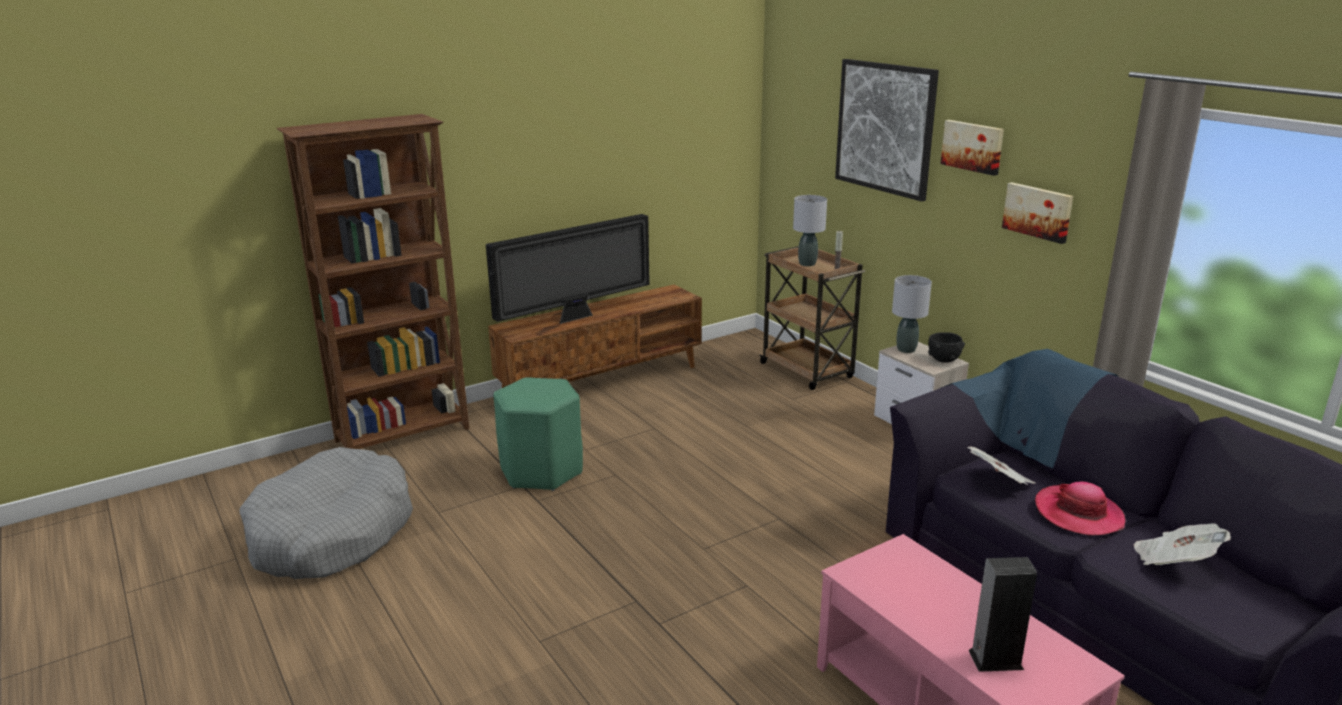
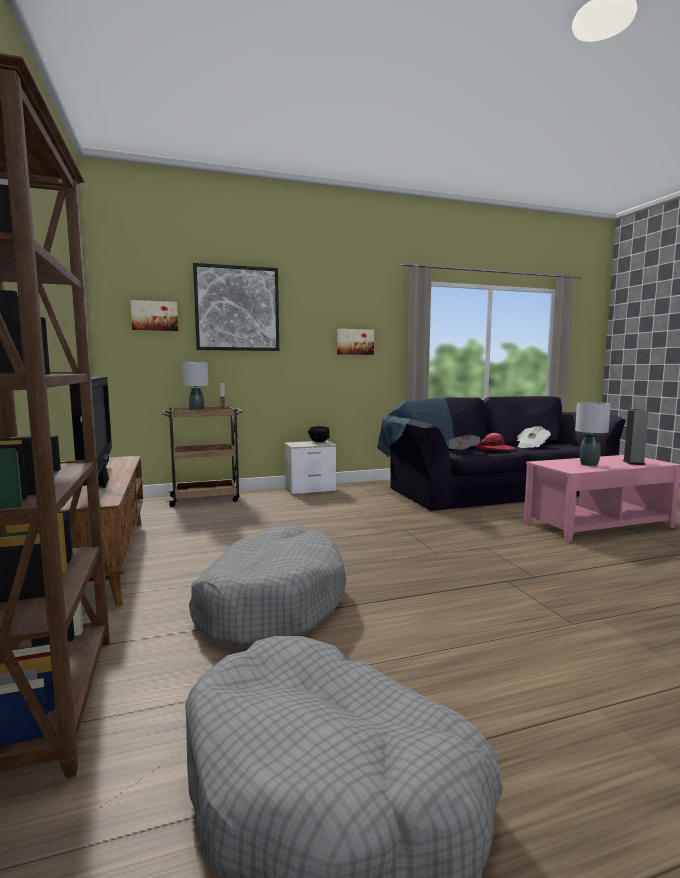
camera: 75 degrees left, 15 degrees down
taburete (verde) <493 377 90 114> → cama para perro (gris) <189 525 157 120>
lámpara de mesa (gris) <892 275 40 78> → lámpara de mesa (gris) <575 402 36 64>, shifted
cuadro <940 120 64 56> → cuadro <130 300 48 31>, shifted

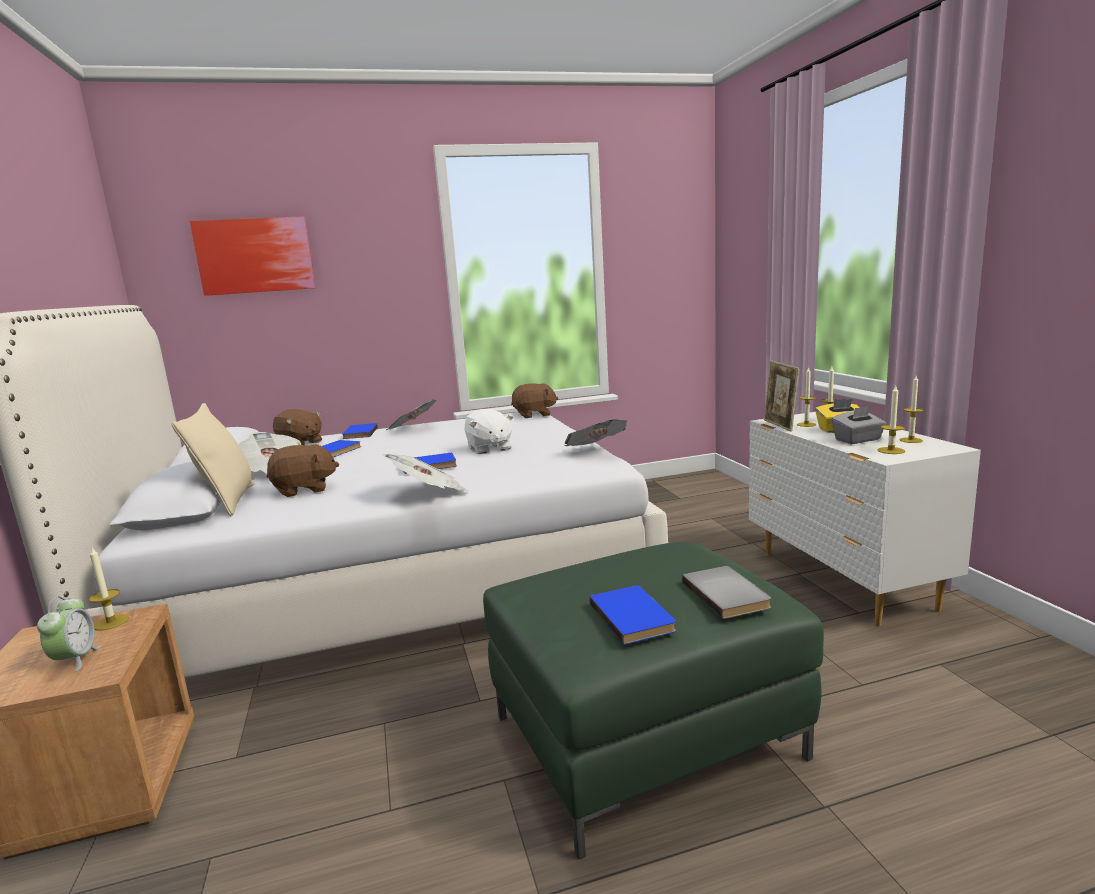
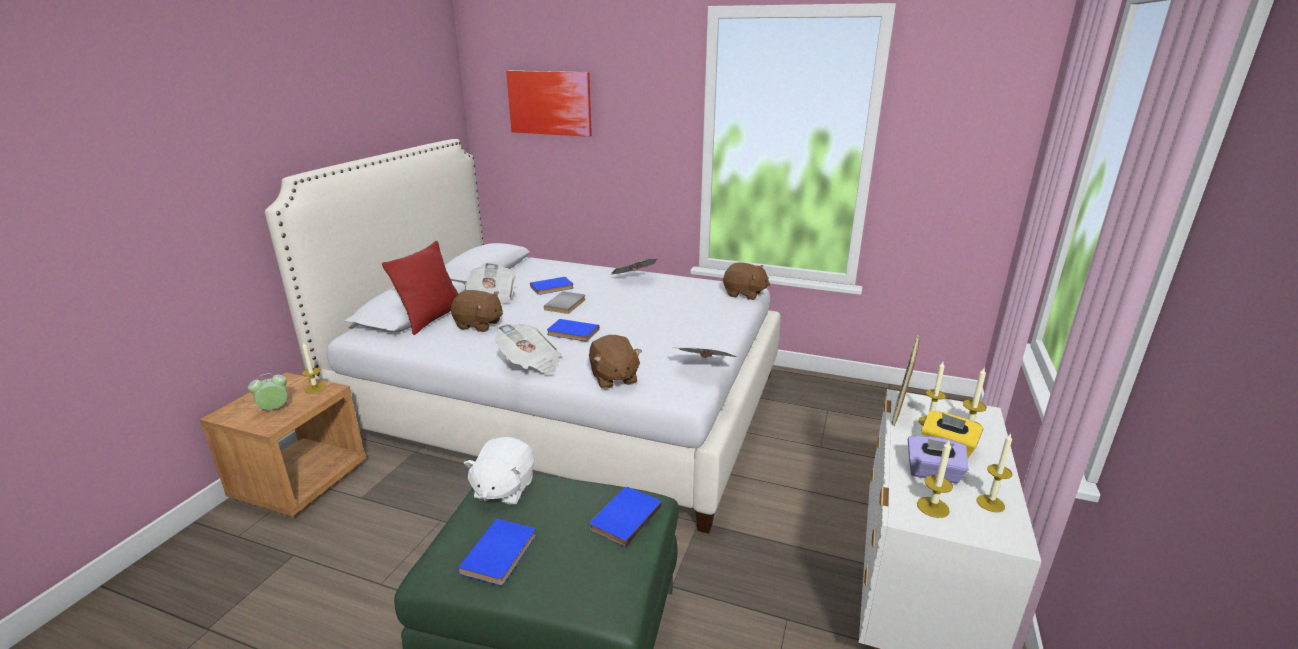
camera: 35 degrees right, 10 degrees up
despertador <37 596 64 75> → despertador <248 373 42 37>, 150 degrees counterclockwise
cojín (beis) <171 403 84 114> → cojín (rojo) <382 241 77 94>
peluche (marrón) <273 409 49 36> → peluche (marrón) <589 335 53 54>, shifted
libro (azul) <342 423 36 16> → libro (azul) <590 487 72 60>, shifted
peluche (blanco) <464 409 49 45> → peluche (blanco) <464 437 71 67>, shifted
libro (gris) <682 566 89 53> → libro (gris) <544 292 42 22>, shifted
caja de pañuelos (gris) <832 406 55 38> → caja de pañuelos (morado) <908 435 60 48>

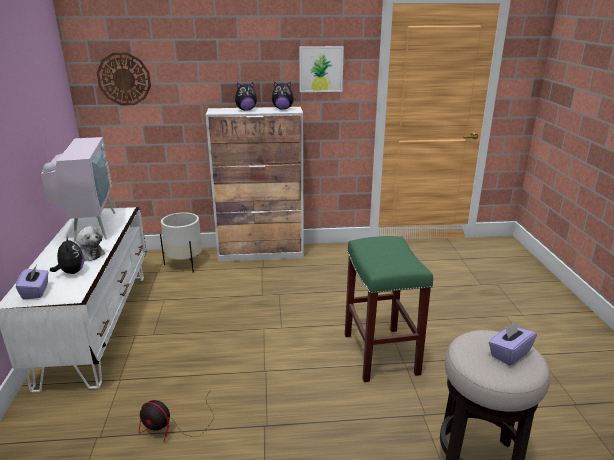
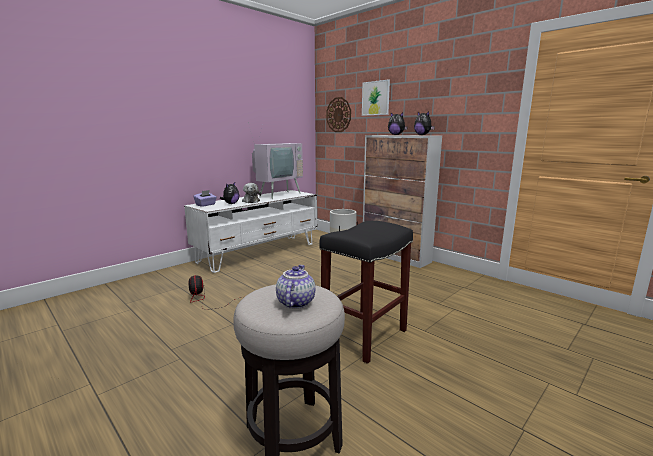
camera: 50 degrees right, 10 degrees down
cuadro <299 46 45 46> → cuadro <362 79 28 37>, shifted
taburete (verde) <345 236 88 146> → taburete (negro) <320 221 93 143>
caja de pañuelos (morado) <489 321 48 45> → tetera <276 265 39 44>

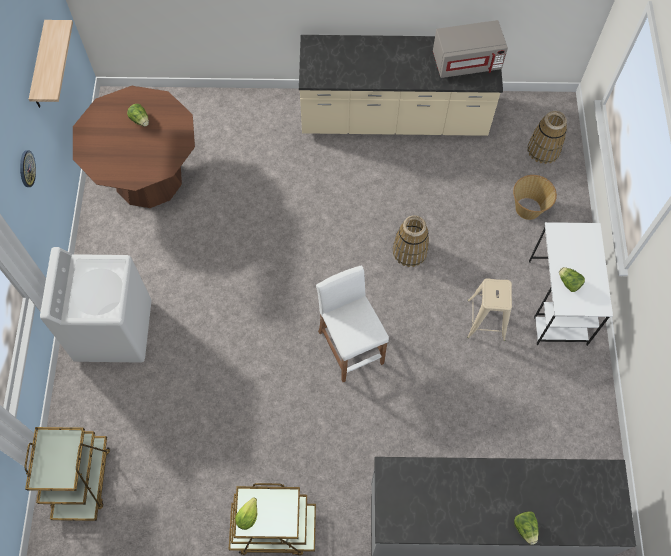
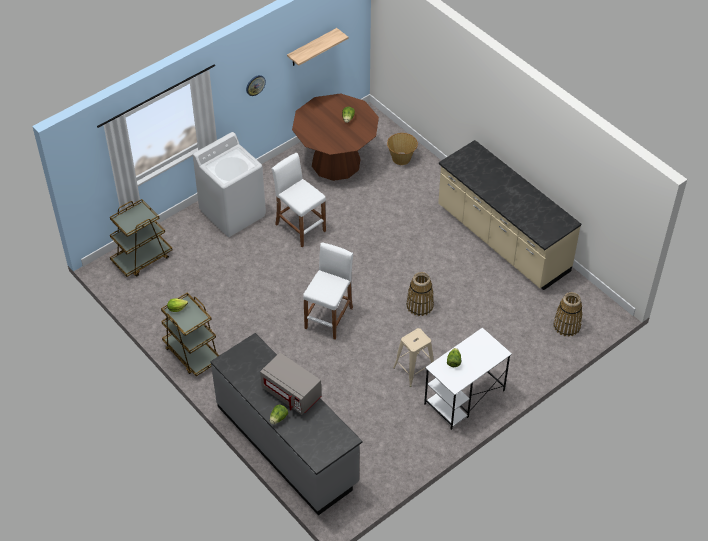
camera: 50 degrees right, 15 degrees down
microondas (gris) <433 20 75 58> → microondas (gris) <260 353 62 62>, shifted
cesta <513 175 44 45> → cesta <387 133 31 32>, shifted
- → taburete (blanco) <272 153 54 94>

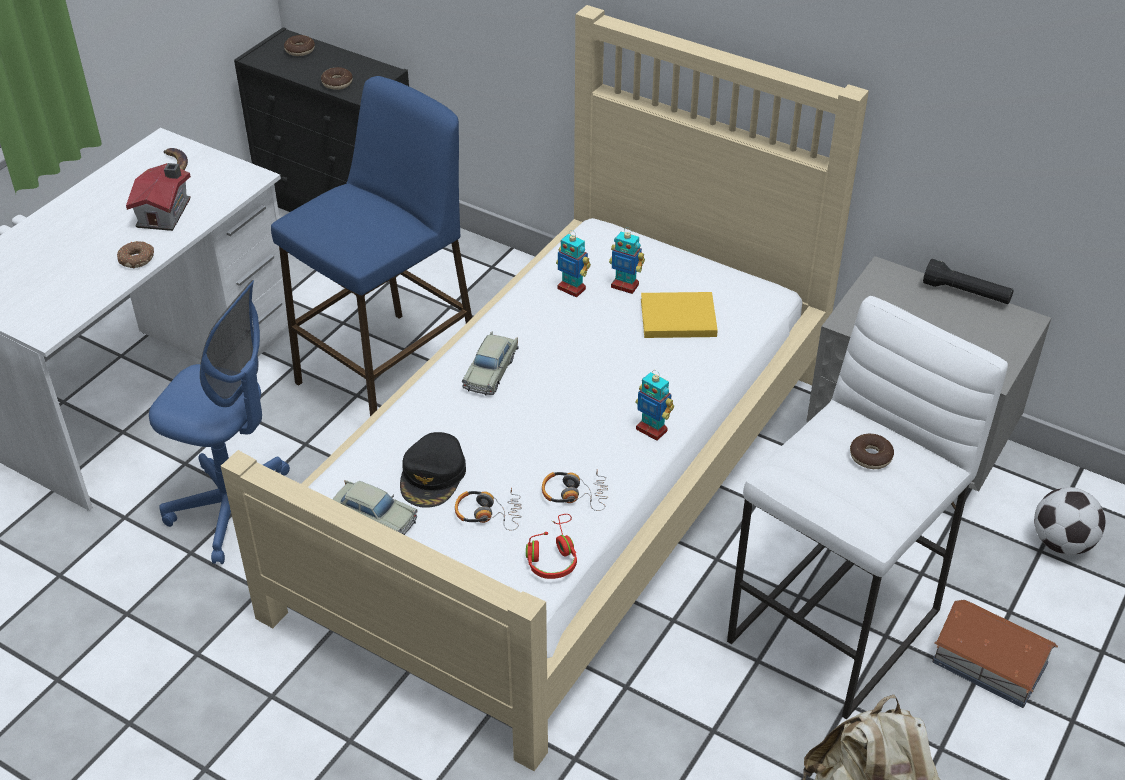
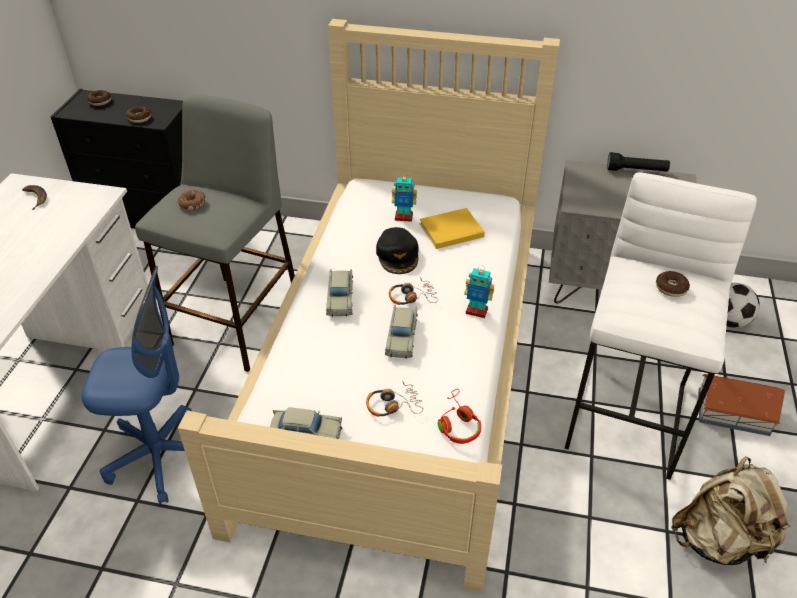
camera: 20 degrees left, 0 degrees up
rosquilla <117 241 37 27> → rosquilla <178 190 28 20>, shifted
casita <126 163 65 68> → -
taburete (azul) <271 76 201 341> → taburete (gris) <135 95 160 277>
gorra (negro) <400 432 66 76> → gorra (negro) <376 227 42 47>, shifted
auriculares <542 469 66 42> → auriculares <389 277 49 28>, shifted
robot de juguete <556 230 35 68> → -
- → coche de juguete (beis) <385 305 33 54>

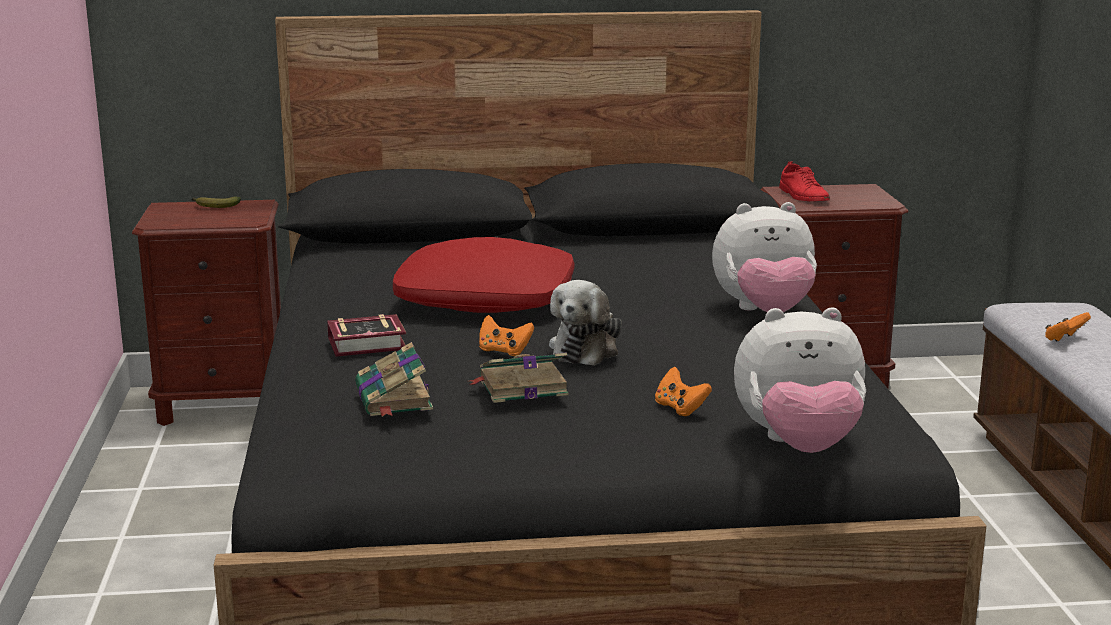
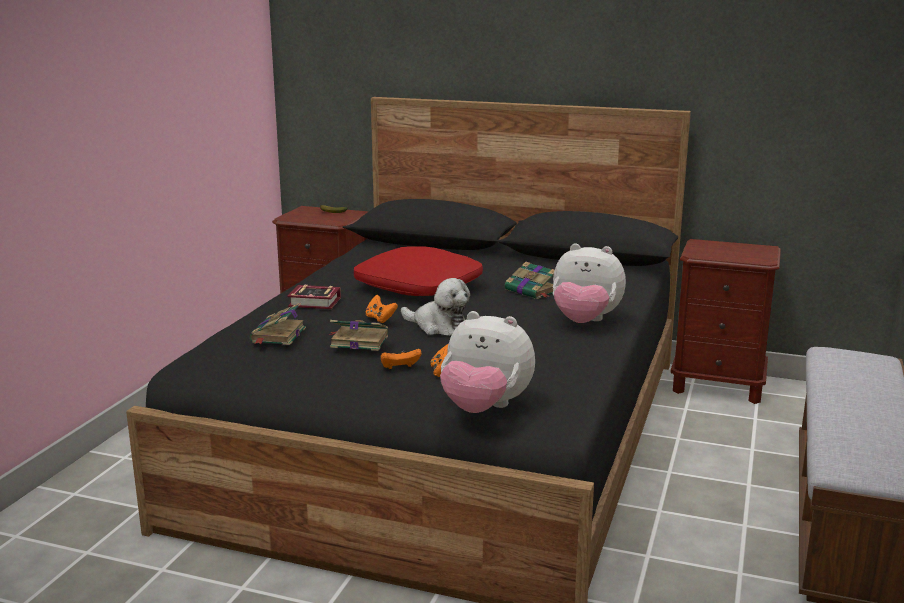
camera: 25 degrees right, 0 degrees up
peluche <549 280 73 86> → peluche <401 278 69 57>, 105 degrees counterclockwise
zapato (rojo) <779 161 51 40> → -
mando de consola (naranja) <1045 312 46 30> → mando de consola (naranja) <381 349 40 20>, shifted
- → libro <505 262 50 37>

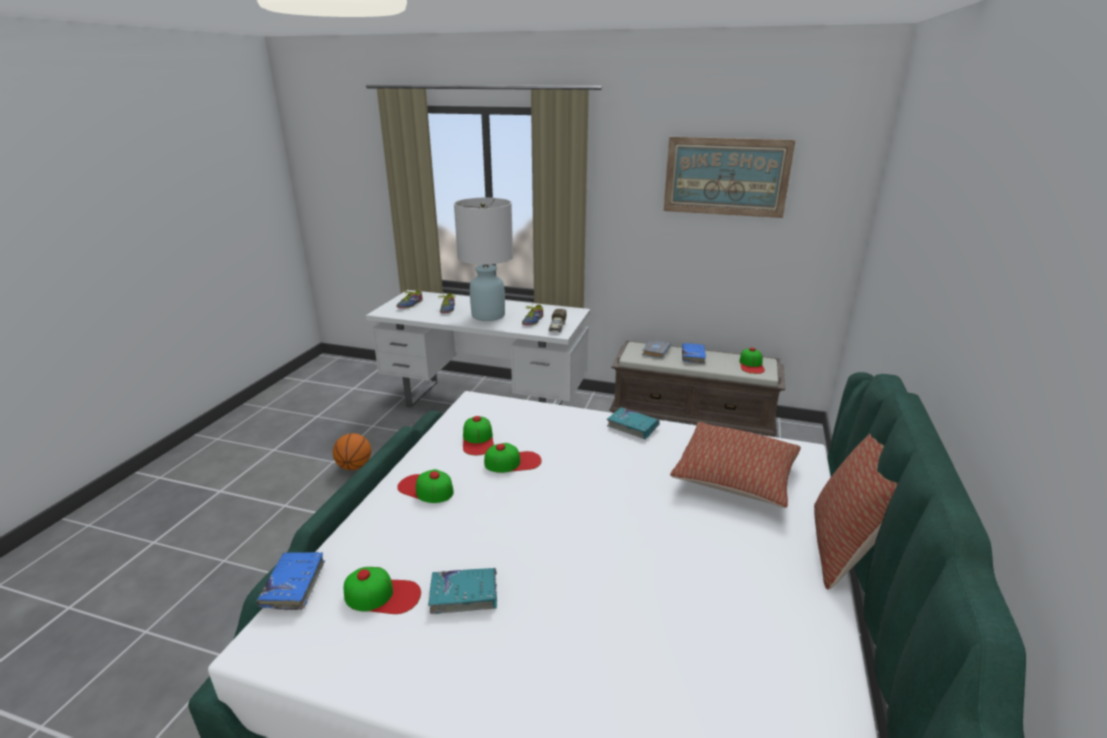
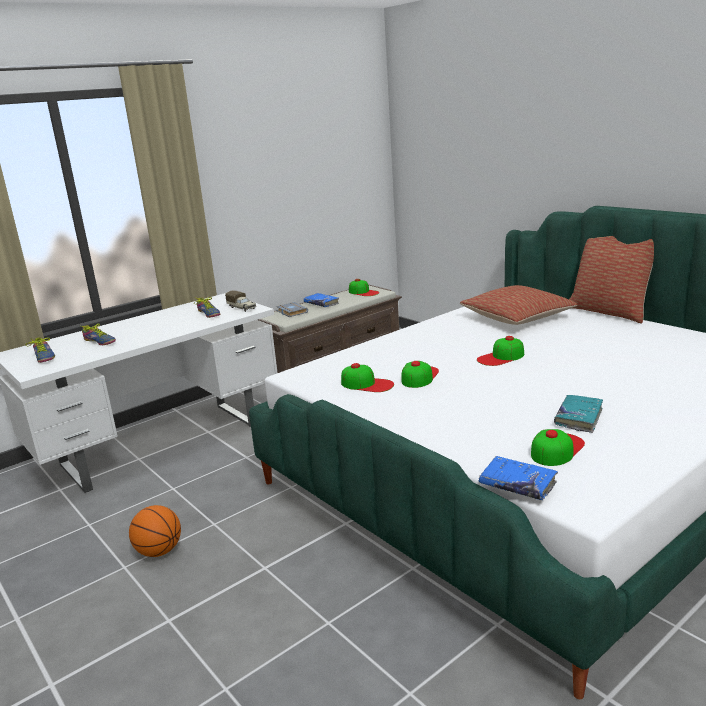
camera: 55 degrees left, 5 degrees down
gorra <397 469 57 34> → gorra <477 336 47 30>, shifted
lámpara de mesa (blanco) <454 198 59 123> → -
libro (turquesa) <607 407 53 32> → -
cuadro <664 137 132 81> → -

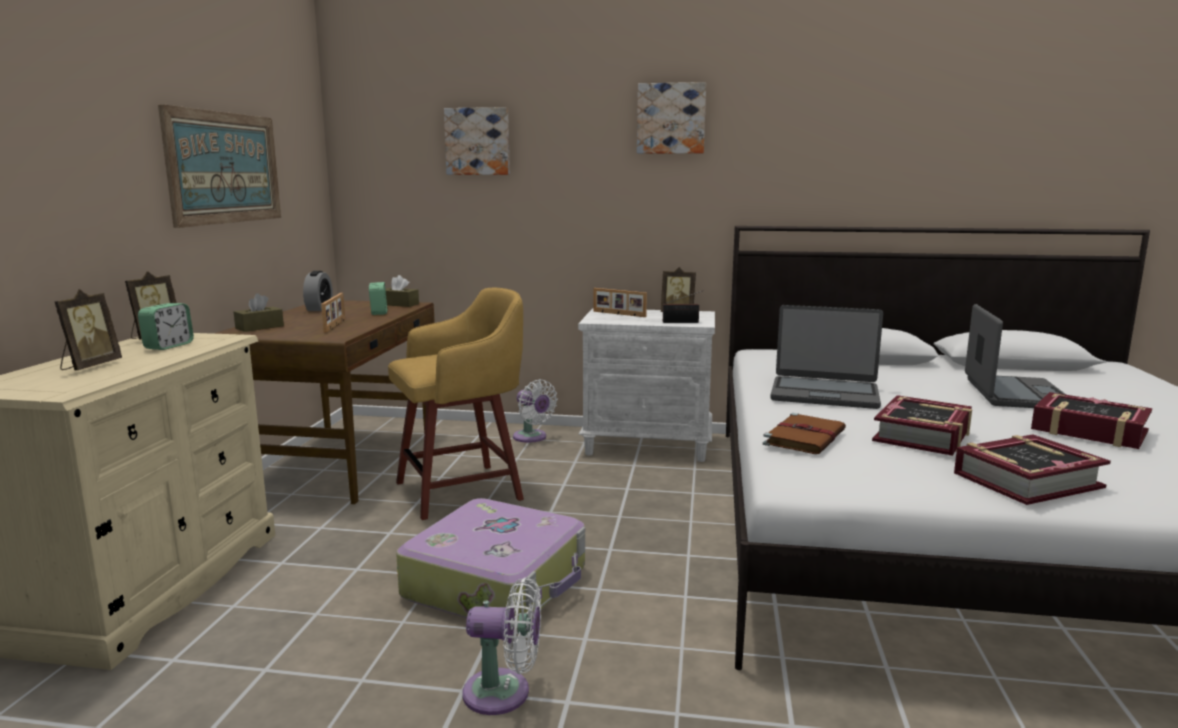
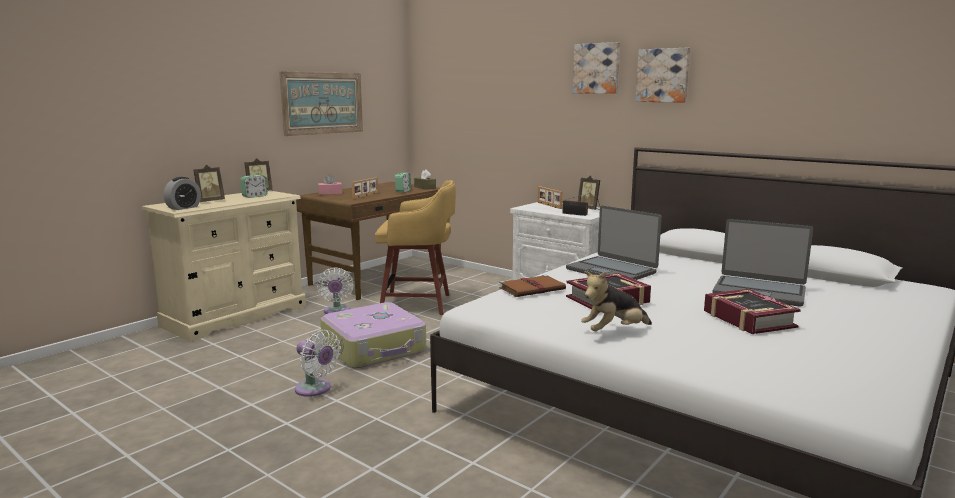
camera: 30 degrees right, 0 degrees up
caja de pañuelos (marrón) <234 293 50 39> → caja de pañuelos (rosa) <318 174 24 21>
despertador <303 271 30 40> → despertador <164 177 37 33>, shifted
cuadro <444 107 66 68> → cuadro <636 48 54 54>, shifted
ventilador (blanco) <513 379 45 64> → ventilador (blanco) <317 267 37 47>, shifted
libro <954 435 157 70> → peluche <581 271 71 60>
portátil <965 304 101 104> → portátil <713 219 100 88>, 75 degrees clockwise

